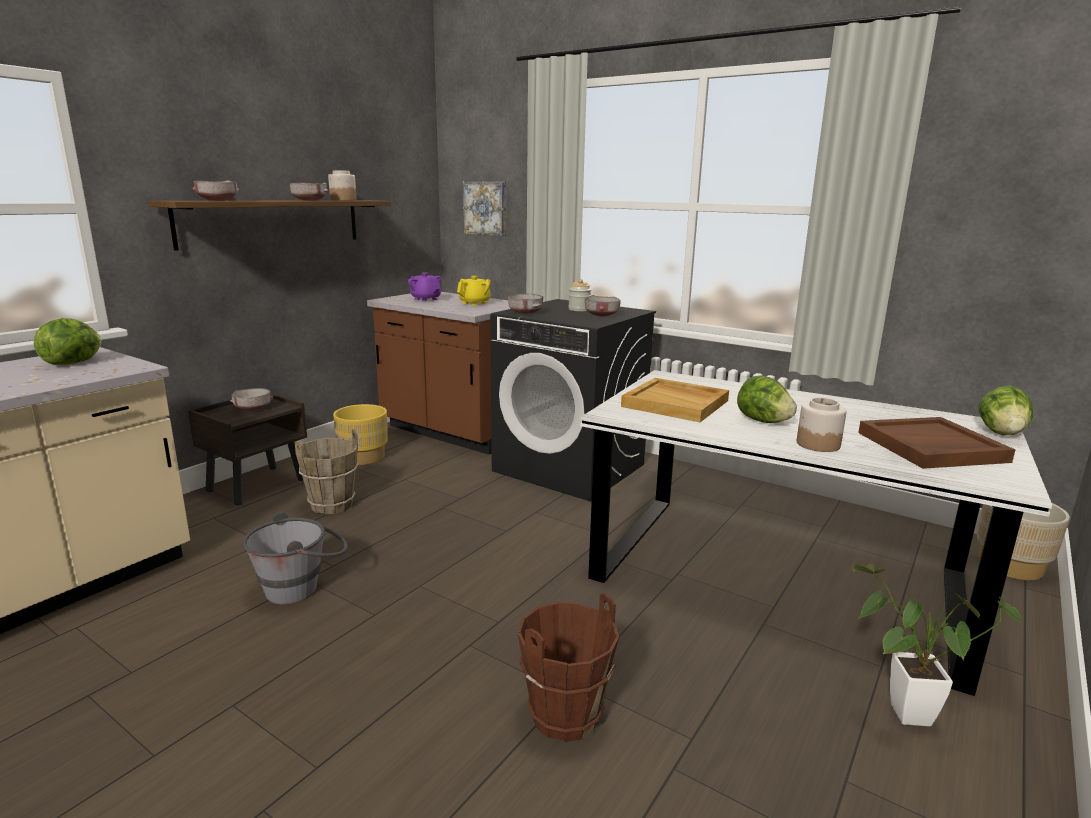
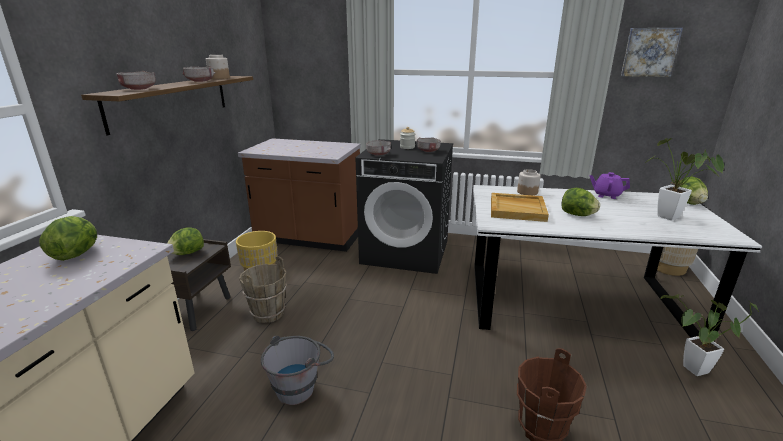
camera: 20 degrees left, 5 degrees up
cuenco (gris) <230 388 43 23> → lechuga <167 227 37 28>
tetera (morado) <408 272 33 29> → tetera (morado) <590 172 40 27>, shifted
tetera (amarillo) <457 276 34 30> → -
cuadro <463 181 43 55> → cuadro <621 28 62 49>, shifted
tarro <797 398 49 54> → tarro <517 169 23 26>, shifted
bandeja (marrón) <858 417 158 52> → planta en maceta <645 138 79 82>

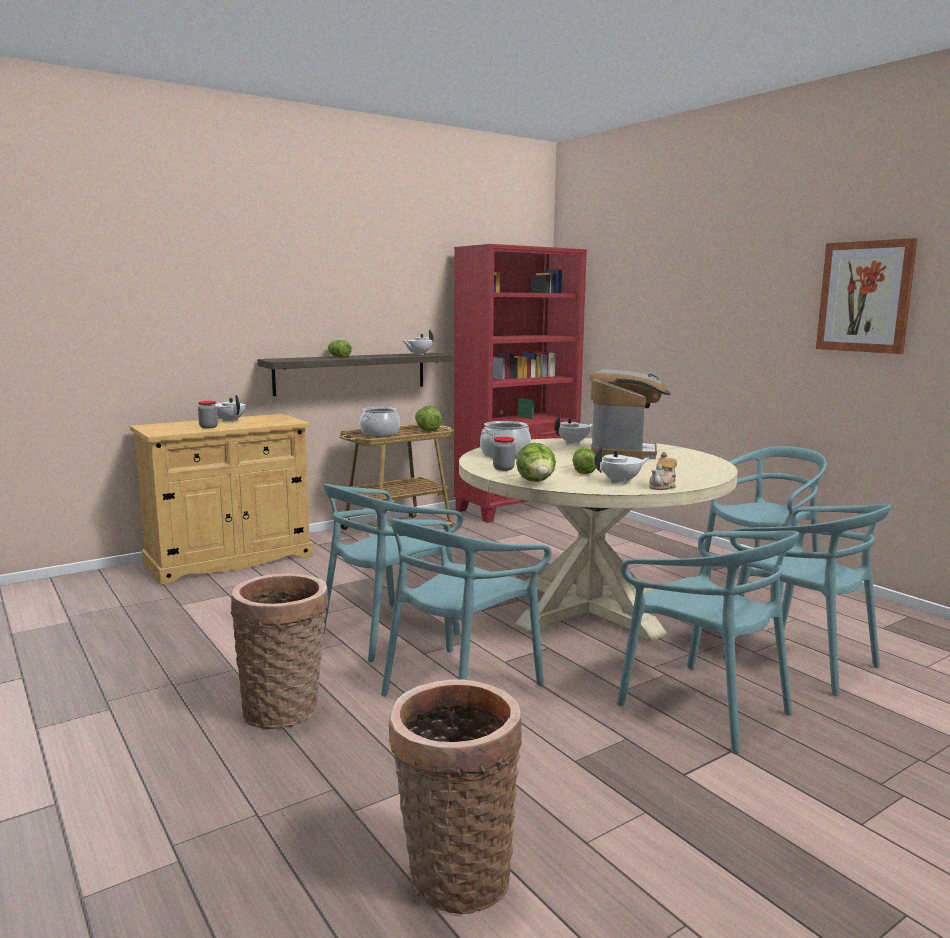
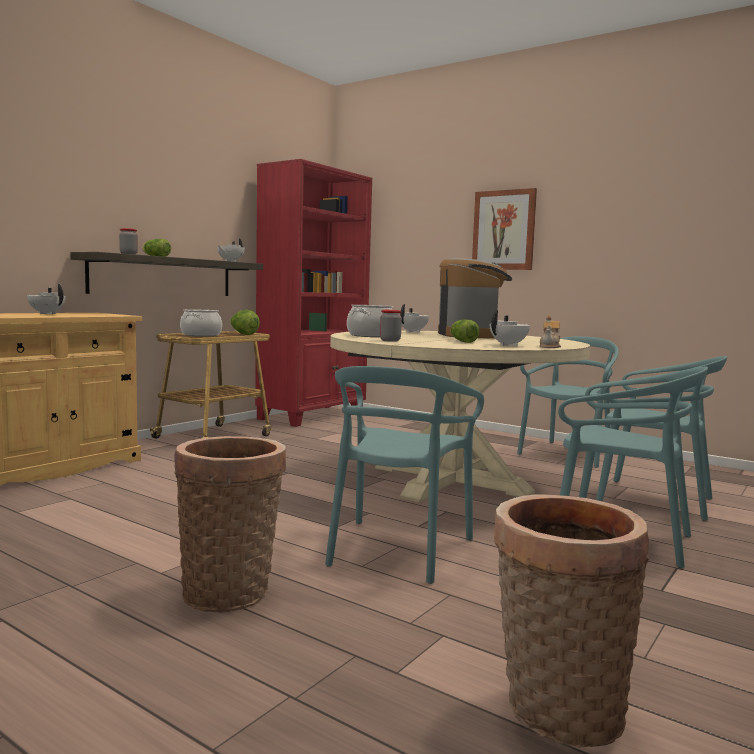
camera: 20 degrees left, 5 degrees down
tarro <198 401 20 28> → tarro <119 228 19 26>, shifted
silla (turquesa) <324 484 139 178> → -
lechuga <516 443 40 39> → -
cuadro <816 238 102 116> → cuadro <472 188 65 82>, shifted

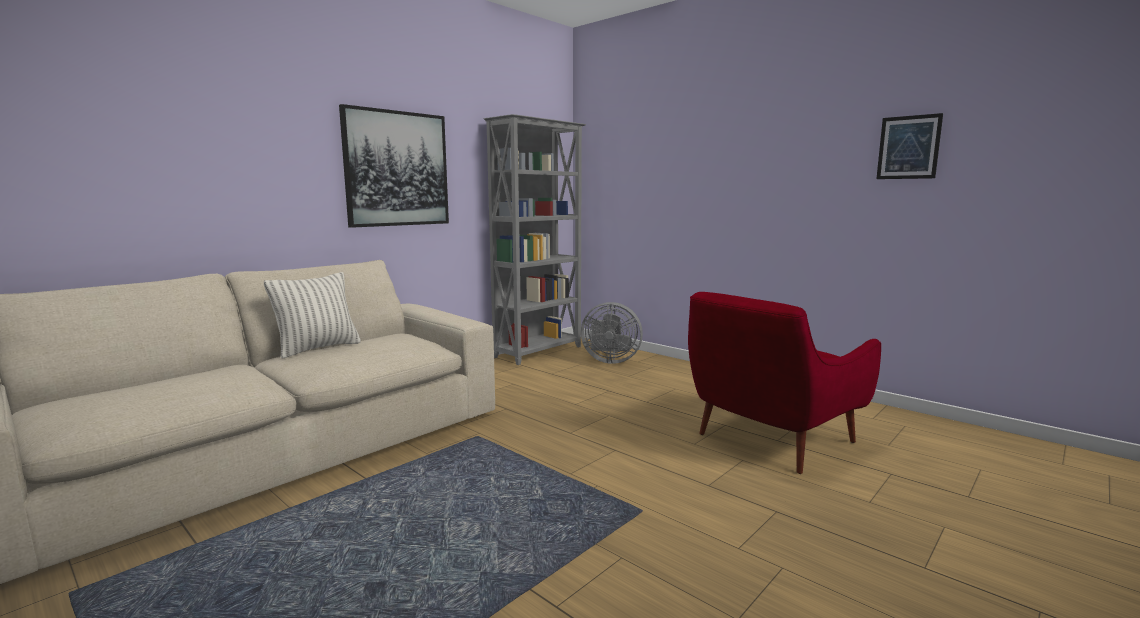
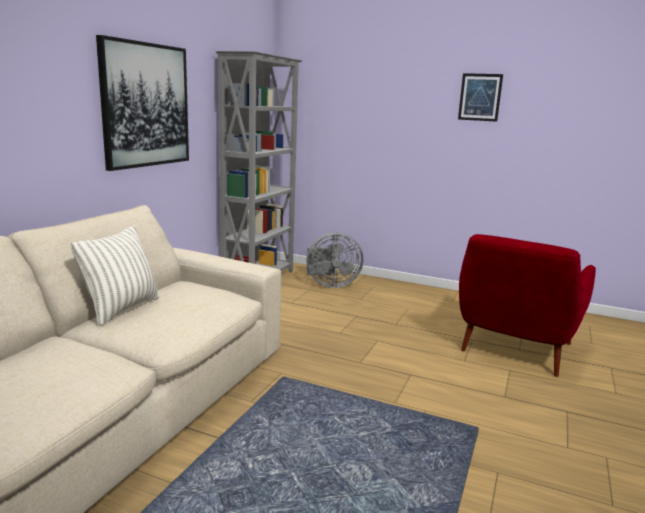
camera: 20 degrees left, 5 degrees up
cuadro <876 113 67 66> → cuadro <458 73 45 49>, shifted

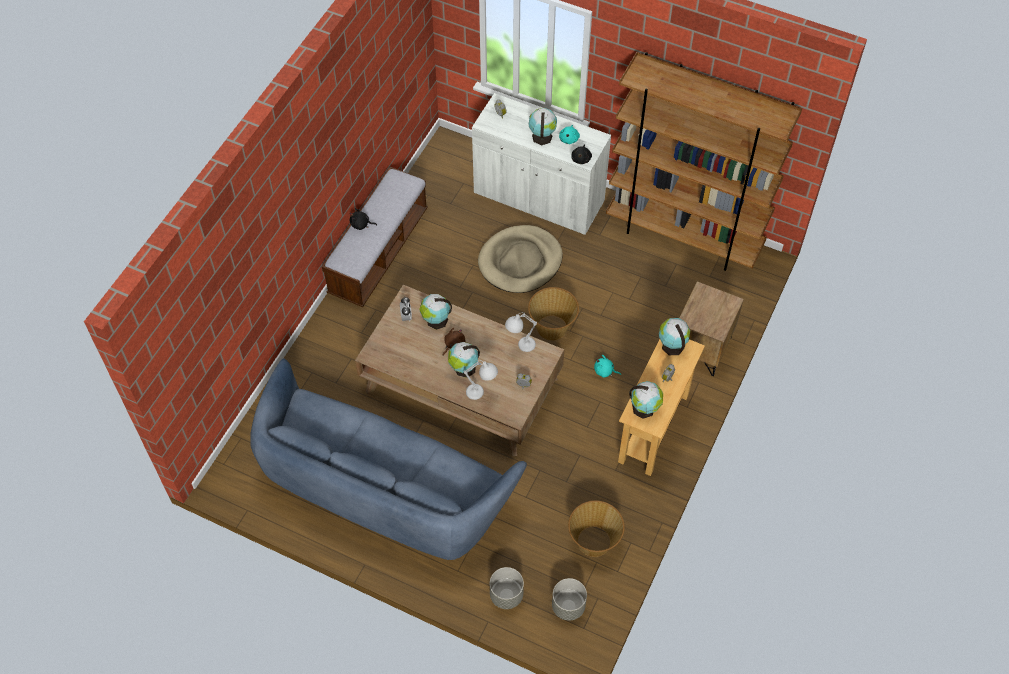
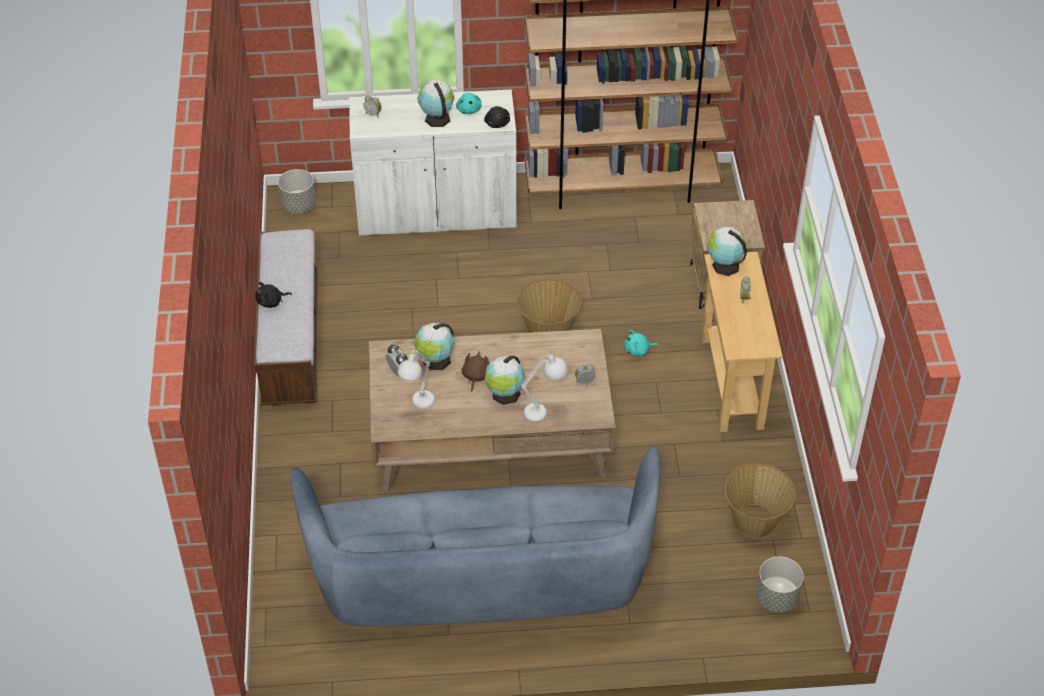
camera: 30 degrees left, 10 degrees down
cama para perro (beis) <478 225 85 68> → -
maceta (gris) <490 567 34 42> → maceta (gris) <278 169 38 45>, shifted
lámpara de mesa (blanco) <505 312 32 40> → lámpara de mesa (blanco) <398 349 37 60>, shifted
globo terráqueo <629 381 34 38> → -

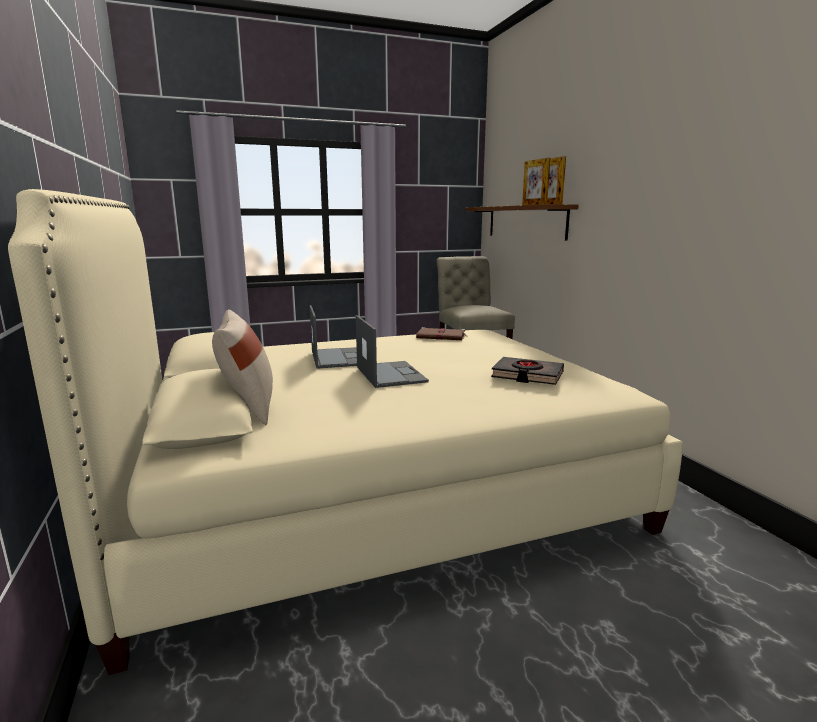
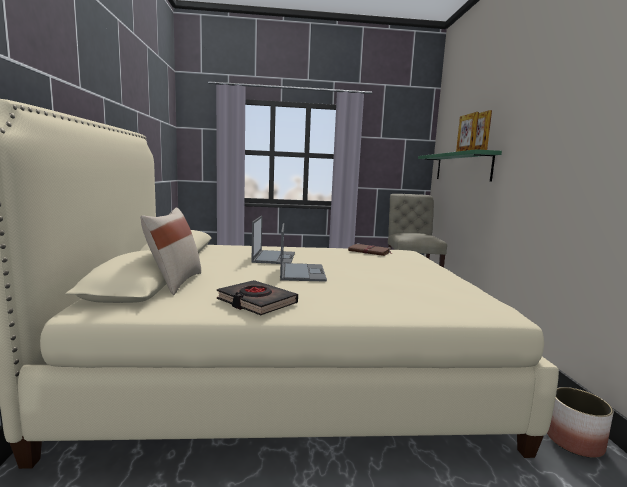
camera: 15 degrees right, 5 degrees down
estante (marrón) <466 204 113 37> → estante (verde) <418 149 84 33>
libro (negro) <491 357 73 28> → libro (negro) <217 280 81 35>, shifted
- → maceta <547 387 67 71>

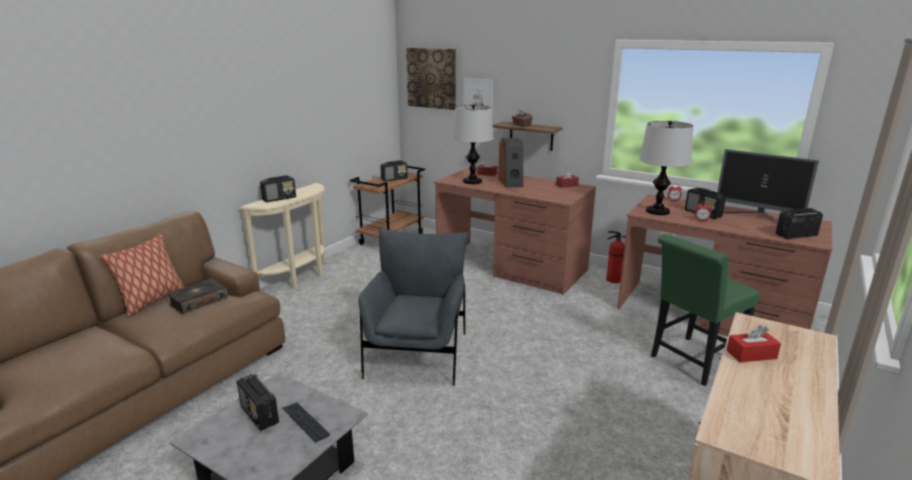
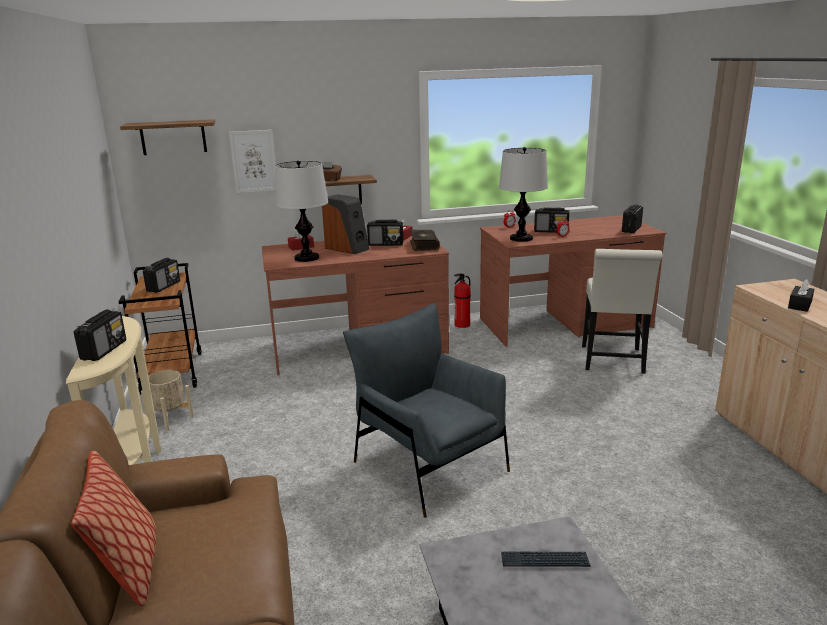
camera: 45 degrees left, 0 degrees up
libro <167 278 61 36> → libro <410 230 30 21>, shifted
radio <237 374 42 57> → radio <367 220 36 26>, shifted
cuadro <406 48 50 62> → estante <120 119 95 36>
silla (verde) <651 234 109 152> → silla (blanco) <582 249 81 125>
monitor <717 149 102 73> → -
caja de pañuelos (rojo) <726 325 55 37> → caja de pañuelos (negro) <788 279 26 33>
- → maceta (beis) <141 370 53 61>

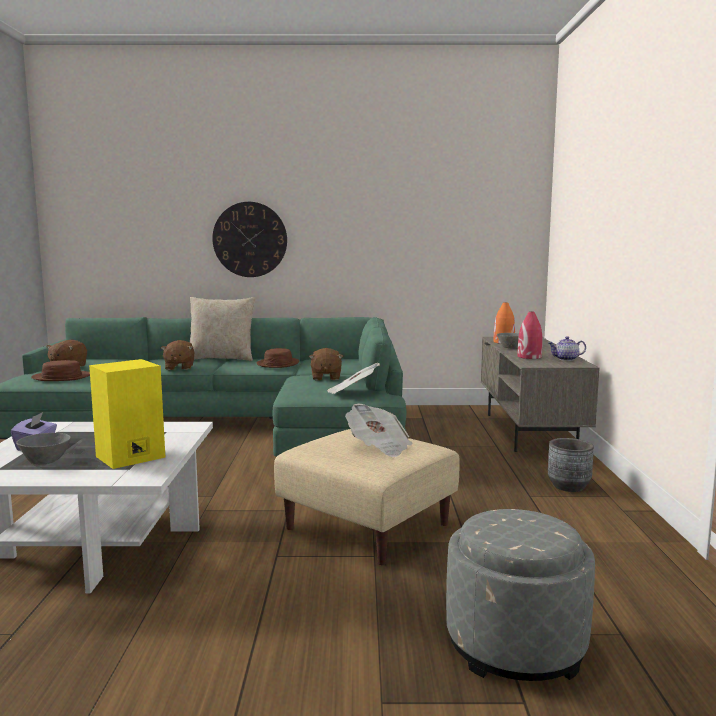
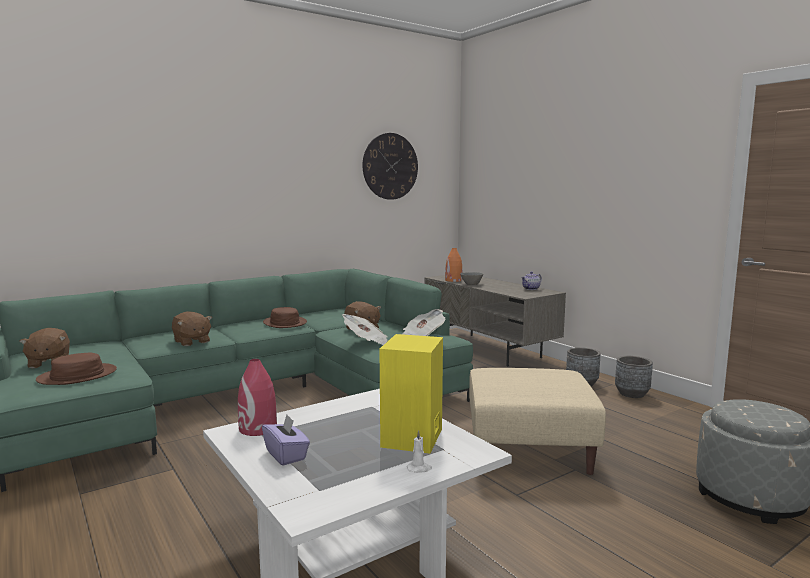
camera: 35 degrees left, 0 degrees up
cuenco (gris) <16 433 55 31> → -
cojín (beis) <190 297 65 64> → -
reloj de pared <212 202 75 75> → reloj de pared <362 133 56 67>, shifted
periódico <345 404 68 53> → periódico <342 314 45 31>, shifted
florero (rojo) <517 312 25 47> → florero (rojo) <238 359 39 77>, shifted
- → vela (blanco) <407 430 25 43>
- → maceta (gris) <615 356 38 42>

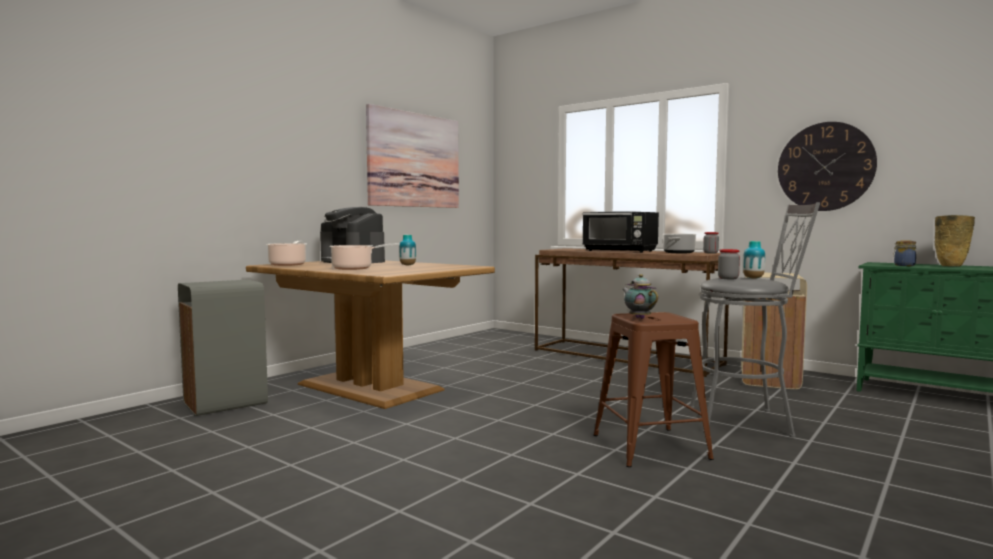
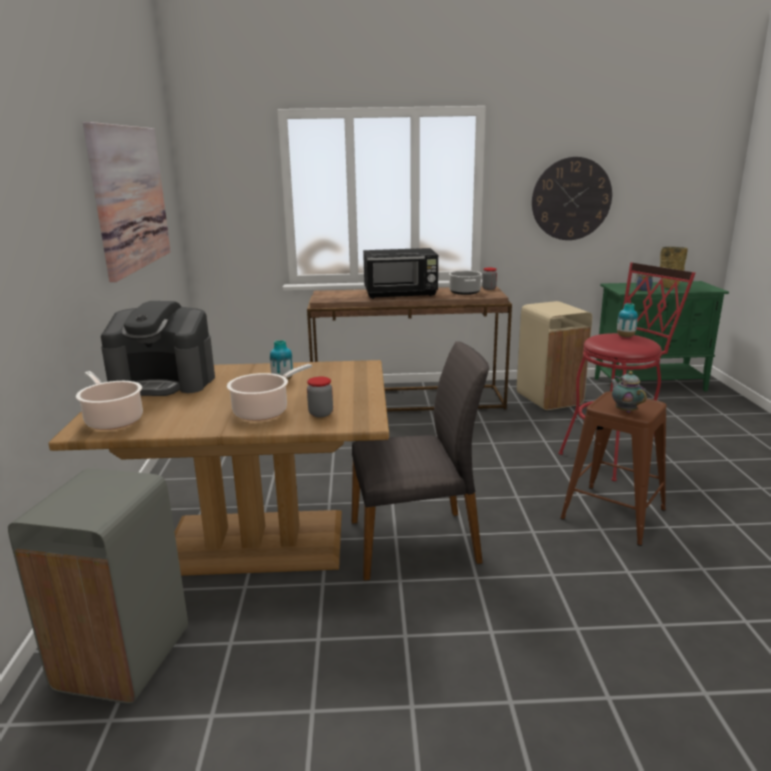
camera: 40 degrees left, 15 degrees up
tetera <622 274 36 45> → tetera <610 371 37 42>, 45 degrees clockwise
taburete (gris) <690 202 130 236> → taburete (rojo) <558 262 137 219>
tarro <718 249 22 30> → tarro <307 377 26 40>, shifted
- → silla (gris) <351 341 138 240>

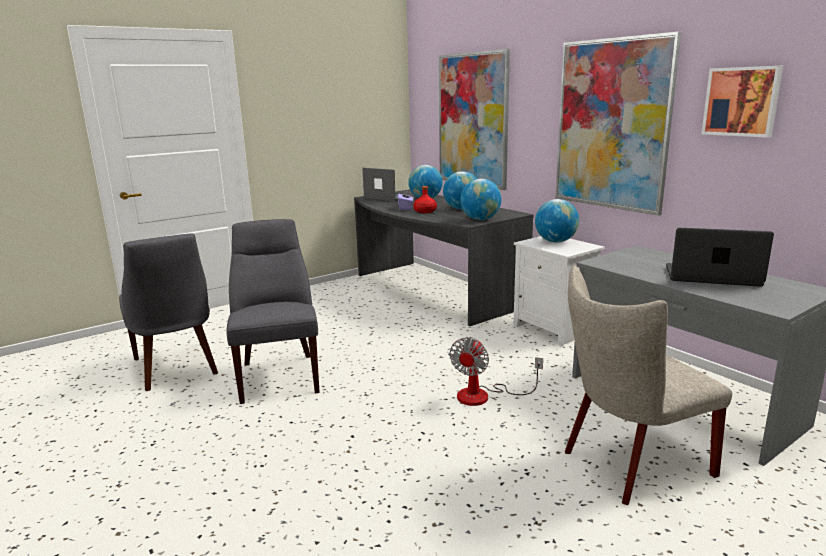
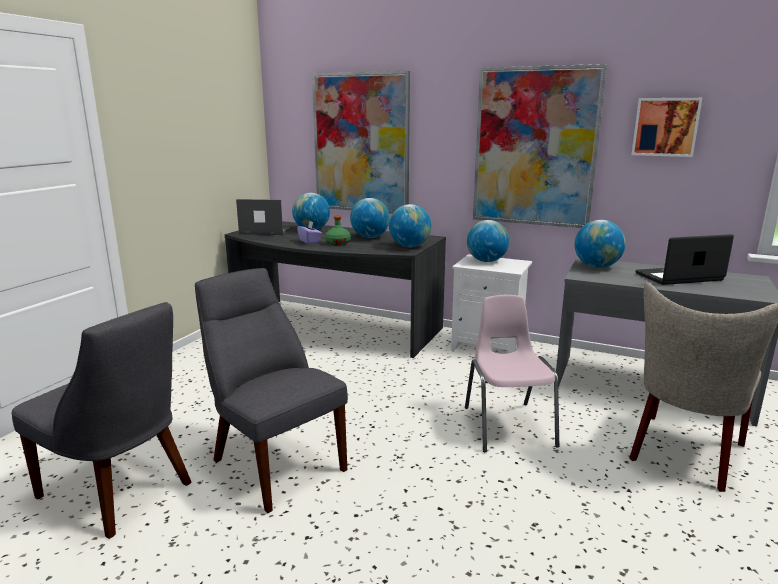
camera: 30 degrees left, 0 degrees up
botella (rojo) <413 186 24 27> → botella (verde) <325 216 26 30>
ventilador <449 338 94 68> → silla (rosa) <465 295 94 157>
- → globo terráqueo <575 220 51 48>

